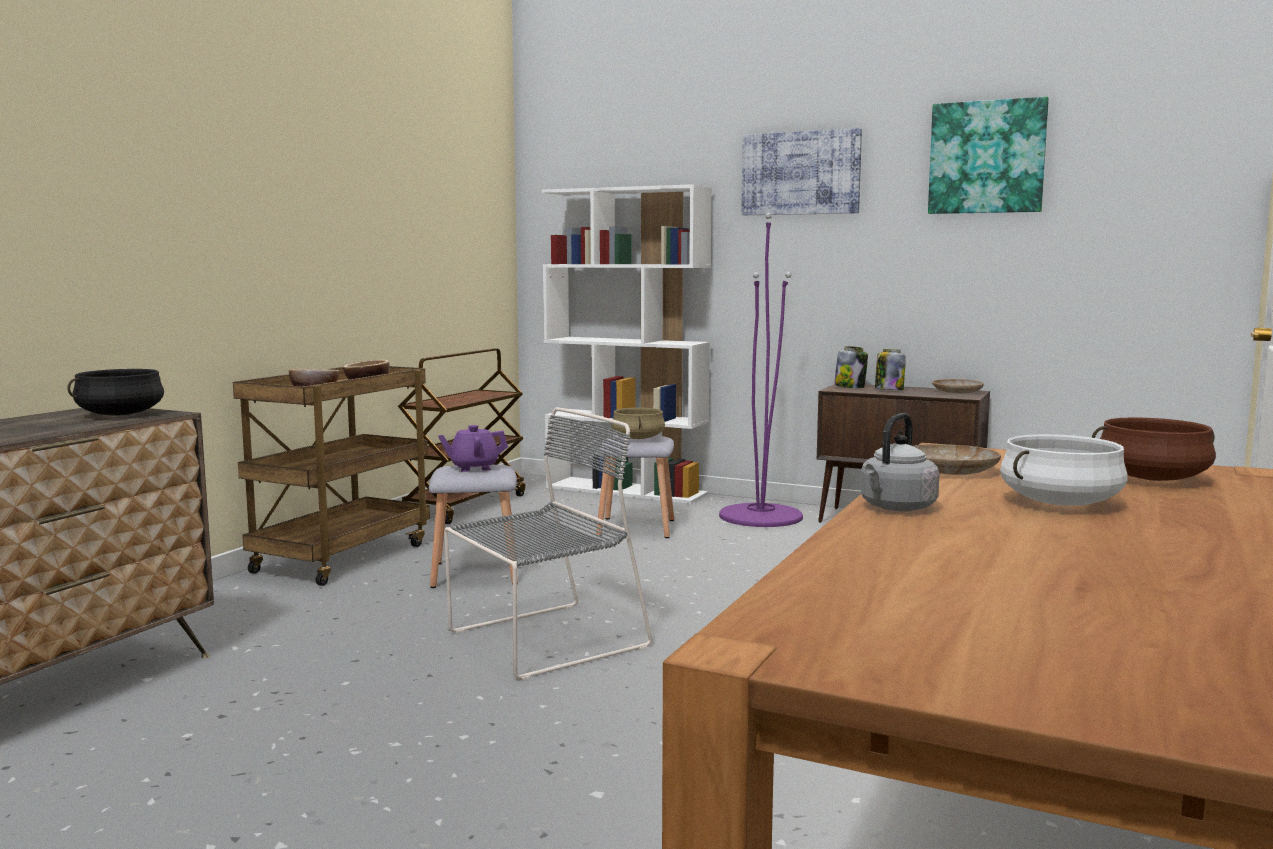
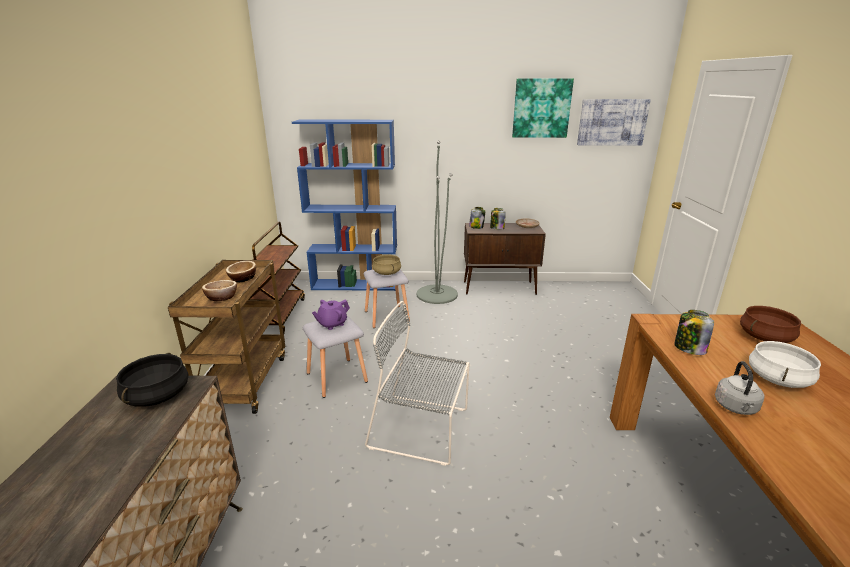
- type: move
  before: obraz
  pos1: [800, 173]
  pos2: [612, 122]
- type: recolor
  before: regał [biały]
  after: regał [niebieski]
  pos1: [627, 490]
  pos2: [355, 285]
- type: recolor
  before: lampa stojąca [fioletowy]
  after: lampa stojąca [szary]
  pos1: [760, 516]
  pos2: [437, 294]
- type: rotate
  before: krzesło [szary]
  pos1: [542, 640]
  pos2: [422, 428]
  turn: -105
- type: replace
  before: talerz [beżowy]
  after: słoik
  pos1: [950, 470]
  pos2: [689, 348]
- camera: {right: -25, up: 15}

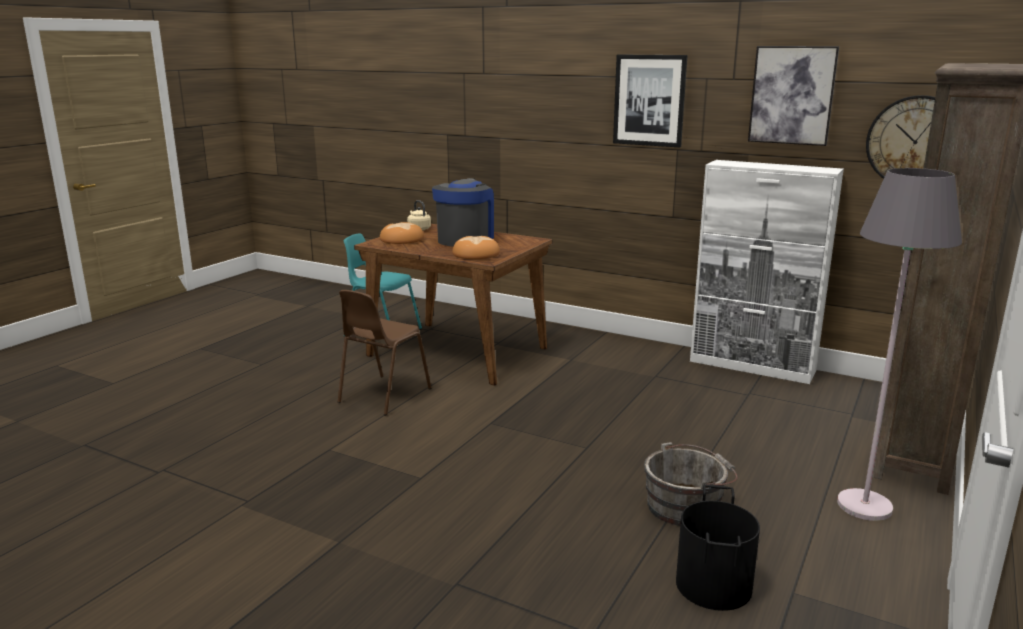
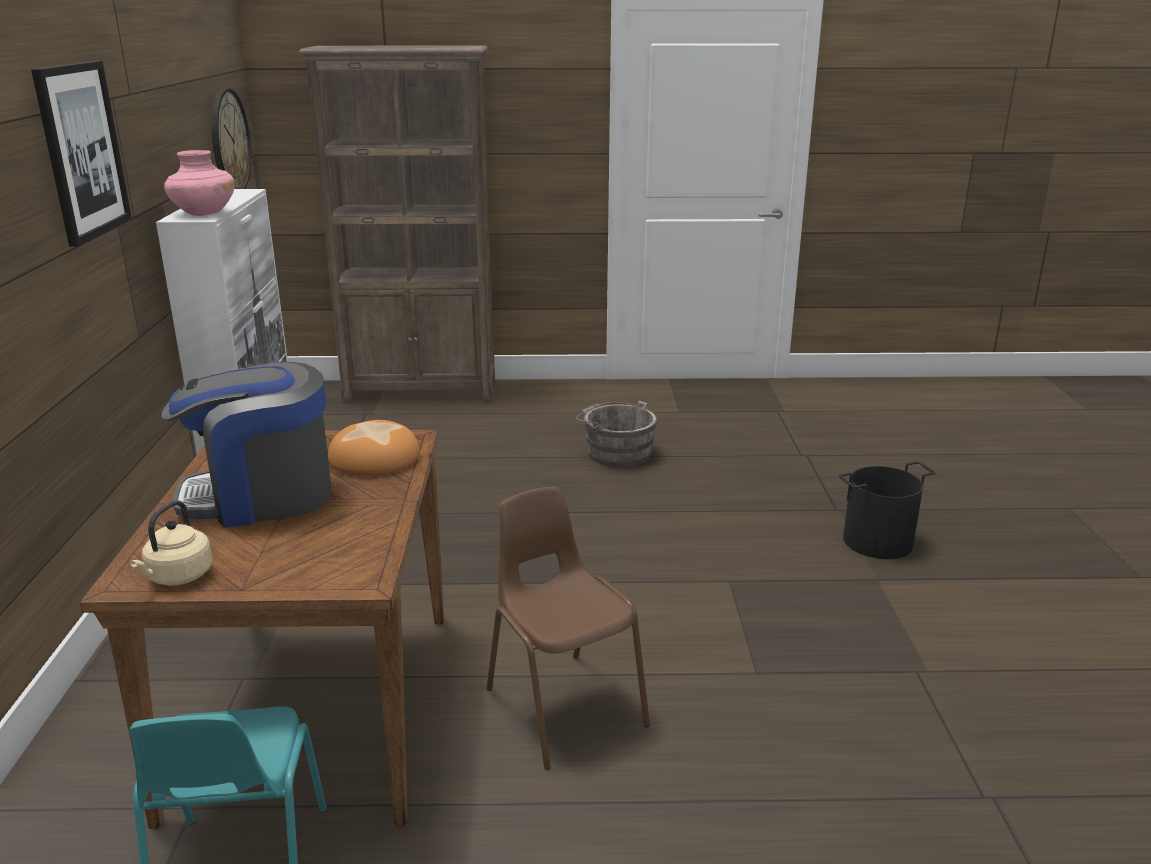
- type: delete
  before: obraz
  pos1: [792, 95]
- type: delete
  before: lampa stojąca [szary]
  pos1: [864, 505]
- type: delete
  before: chleb
  pos1: [401, 239]
- type: rotate
  before: krzesło [brązowy]
  pos1: [383, 395]
  pos2: [564, 706]
  turn: -120
- type: move
  before: wiadro [czarny]
  pos1: [714, 585]
  pos2: [877, 540]
- type: insert
  after: wazon [różowy]
  pos2: [203, 213]
- camera: {right: -120, up: 5}

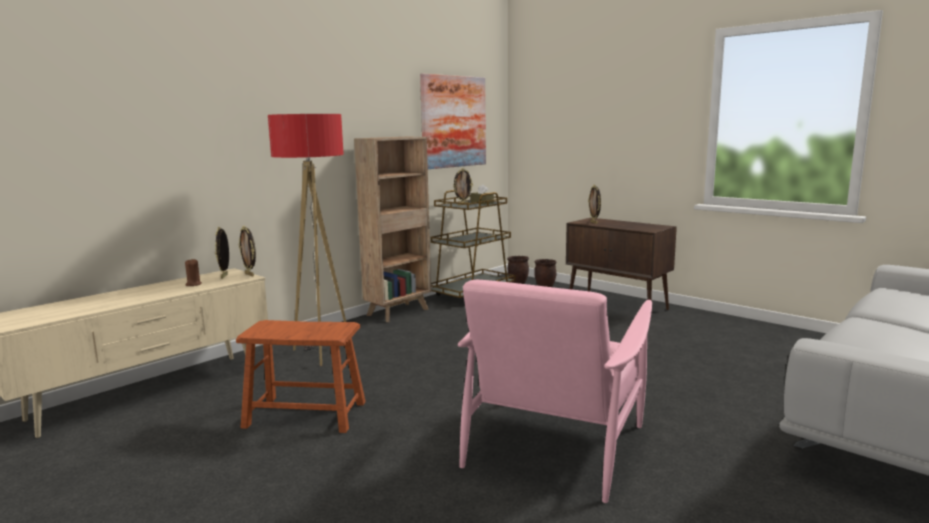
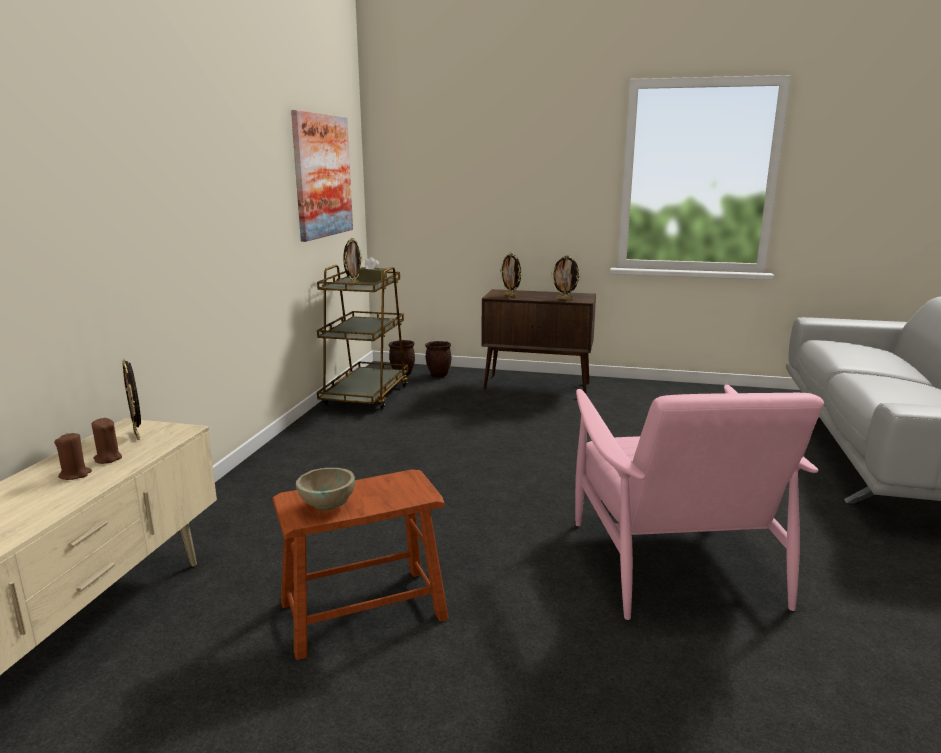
- type: delete
  before: lampa stojąca
  pos1: [322, 353]
- type: delete
  before: regał [brązowy]
  pos1: [399, 312]
- type: move
  before: ramka na zdjęcie
  pos1: [250, 274]
  pos2: [565, 299]
- type: insert
  after: świeca [brązowy]
  pos2: [75, 475]
- type: insert
  after: miska [beżowy]
  pos2: [326, 506]
- camera: {right: -30, up: 5}

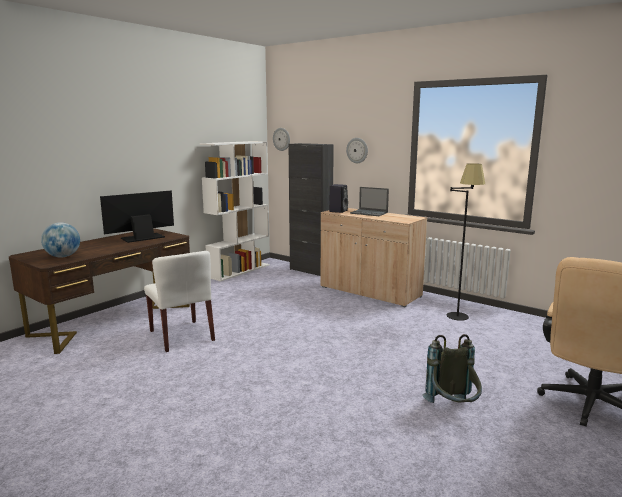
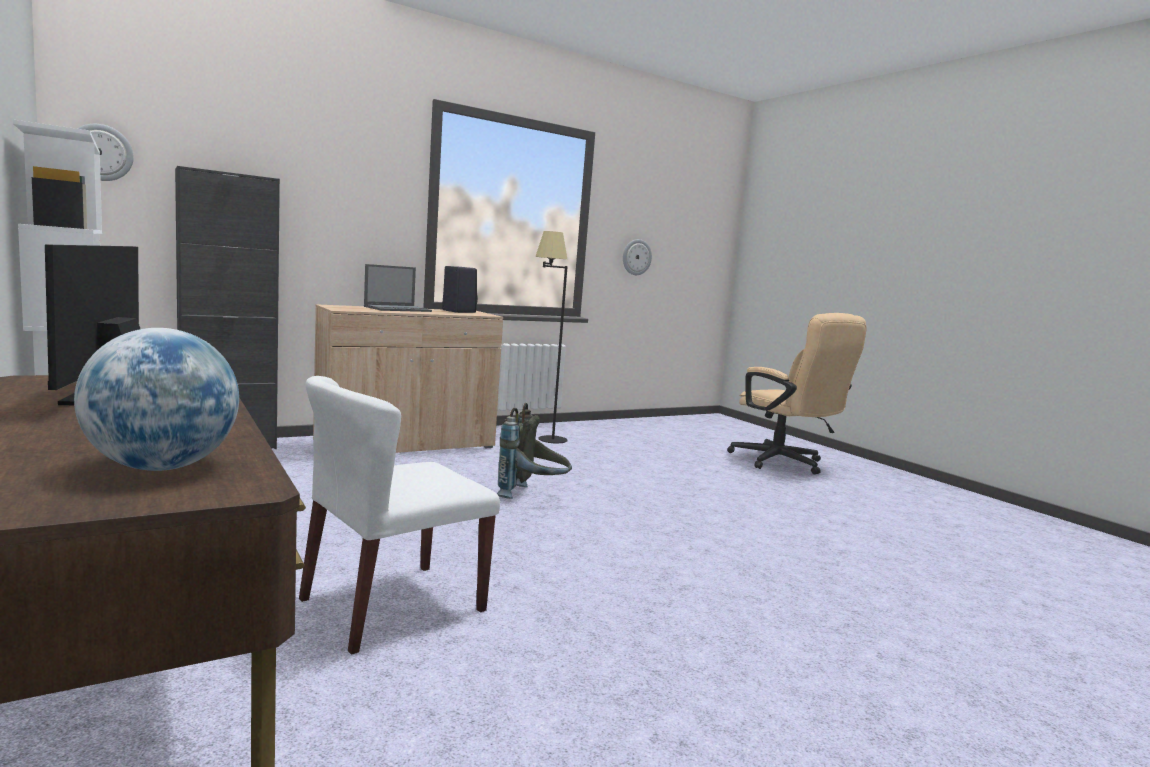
- type: move
  before: zegar ścienny
  pos1: [357, 150]
  pos2: [636, 257]
- type: move
  before: głośnik [czarny]
  pos1: [338, 211]
  pos2: [458, 311]
- type: rotate
  before: krzesło [biały]
  pos1: [182, 335]
  pos2: [392, 605]
  turn: 150
- type: move
  before: plecak [szary]
  pos1: [453, 410]
  pos2: [533, 496]
- camera: {right: -70, up: -5}

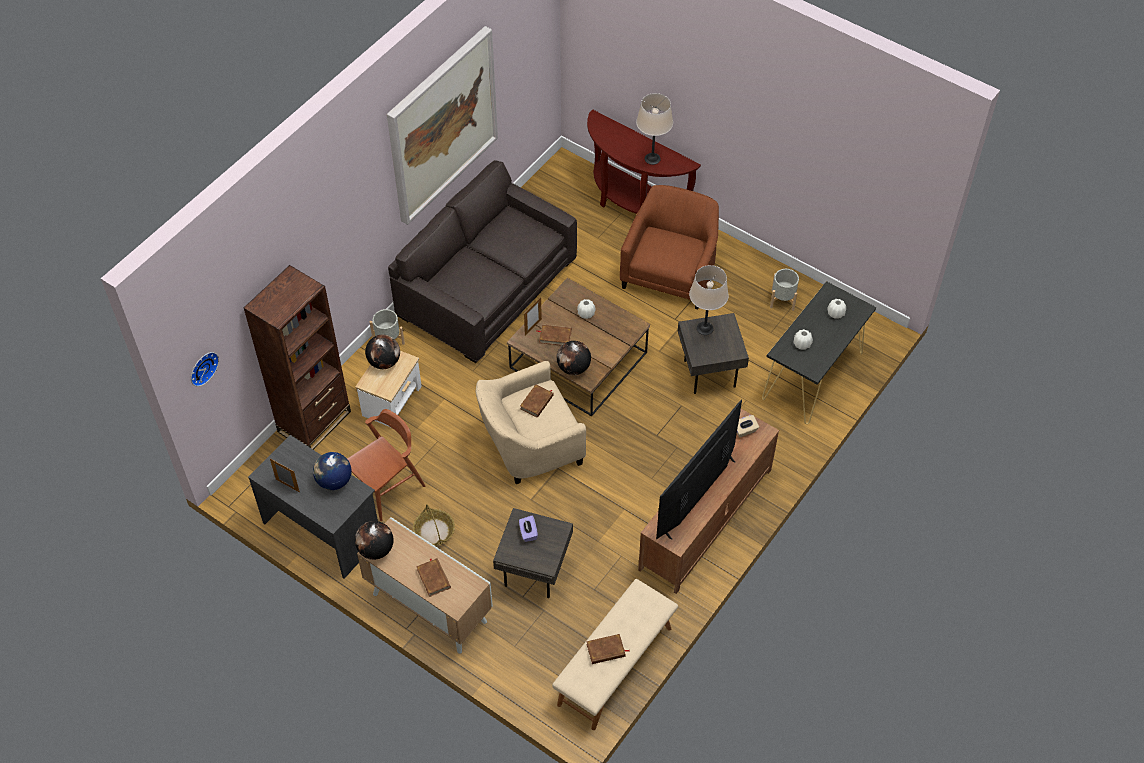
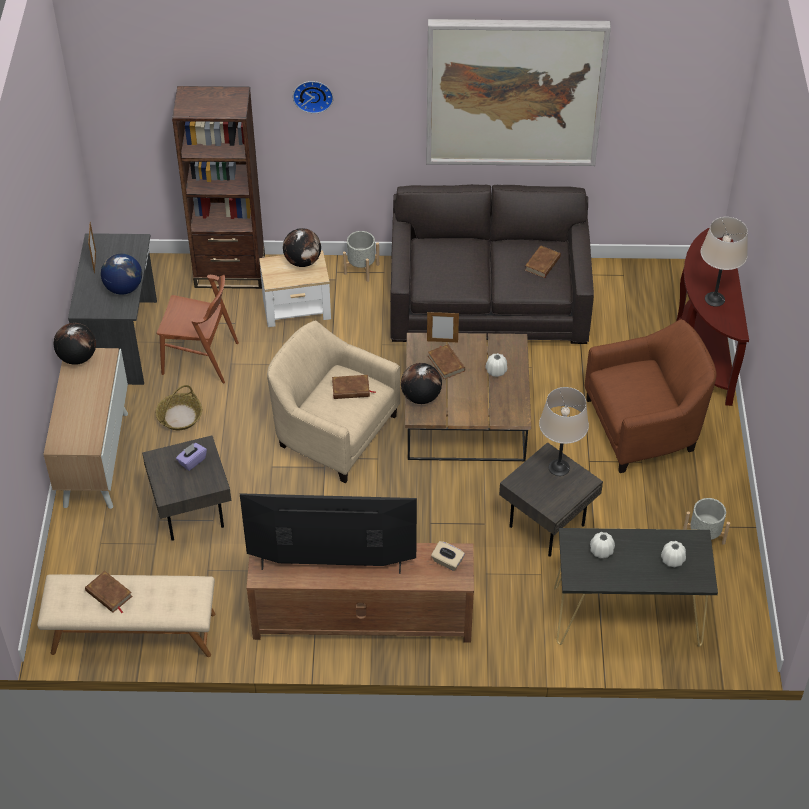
- type: move
  before: zegar ścienny
  pos1: [202, 367]
  pos2: [313, 95]
- type: move
  before: książka [brązowy]
  pos1: [433, 578]
  pos2: [543, 264]
- camera: {right: 55, up: -5}

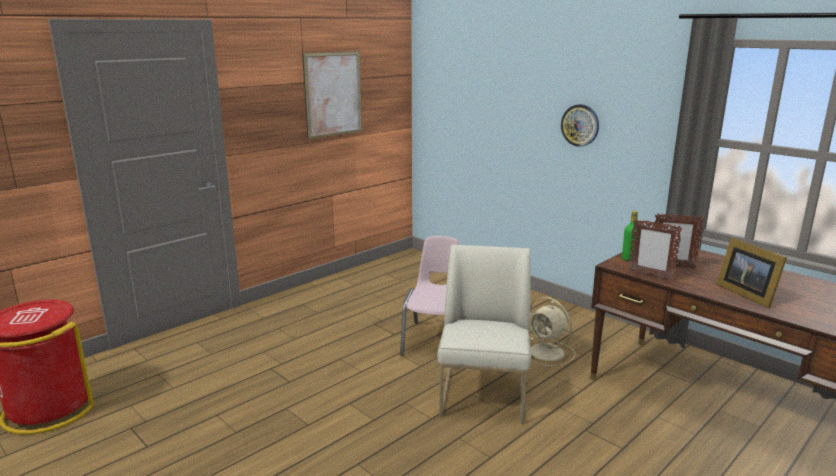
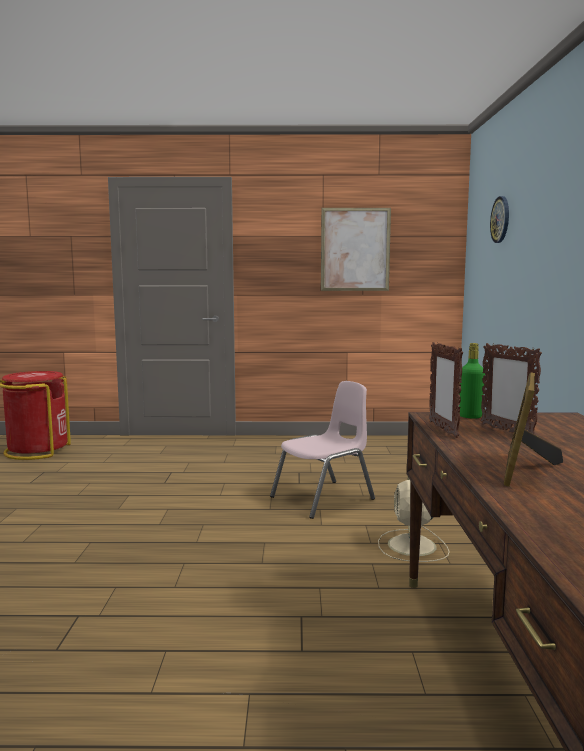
- type: move
  before: zegar ścienny
  pos1: [580, 125]
  pos2: [500, 219]
- type: delete
  before: krzesło [biały]
  pos1: [484, 395]
- camera: {right: 45, up: -10}

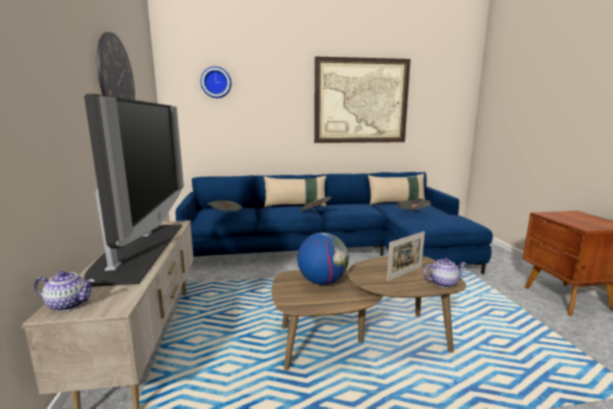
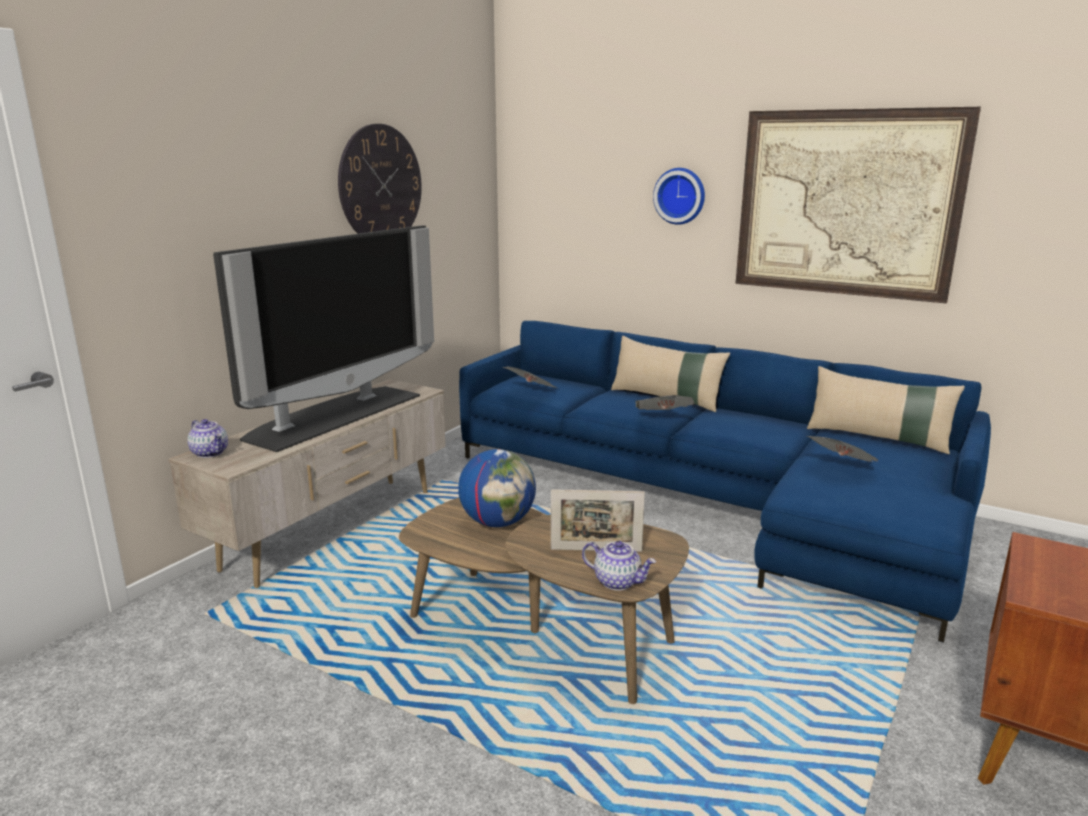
- type: move
  before: zegar ścienny
  pos1: [216, 82]
  pos2: [680, 196]
- camera: {right: 40, up: 5}

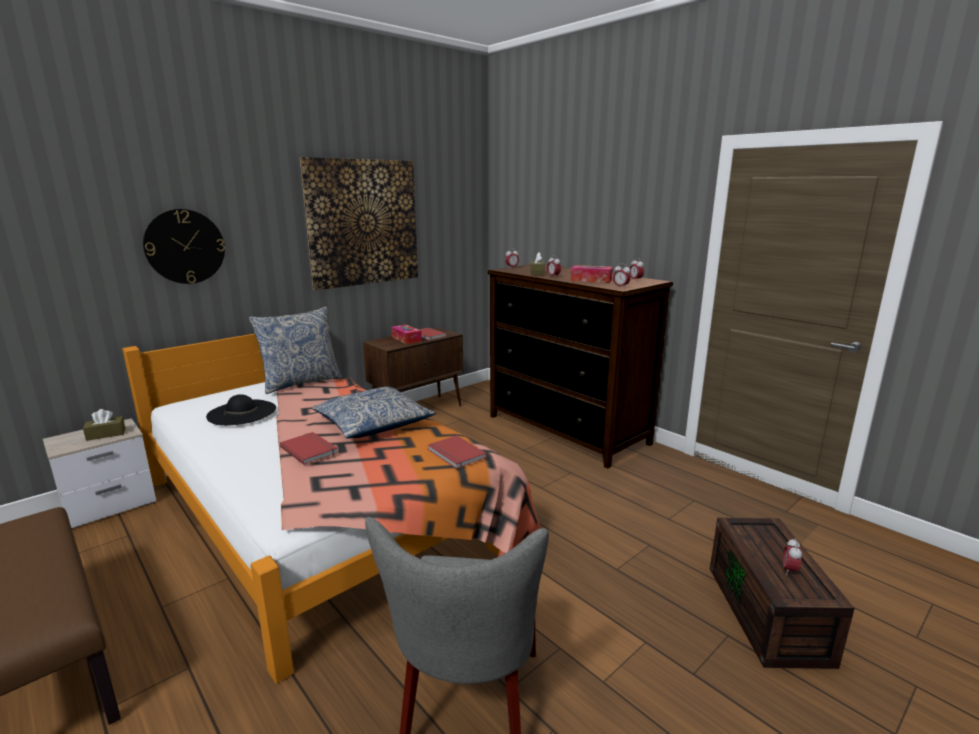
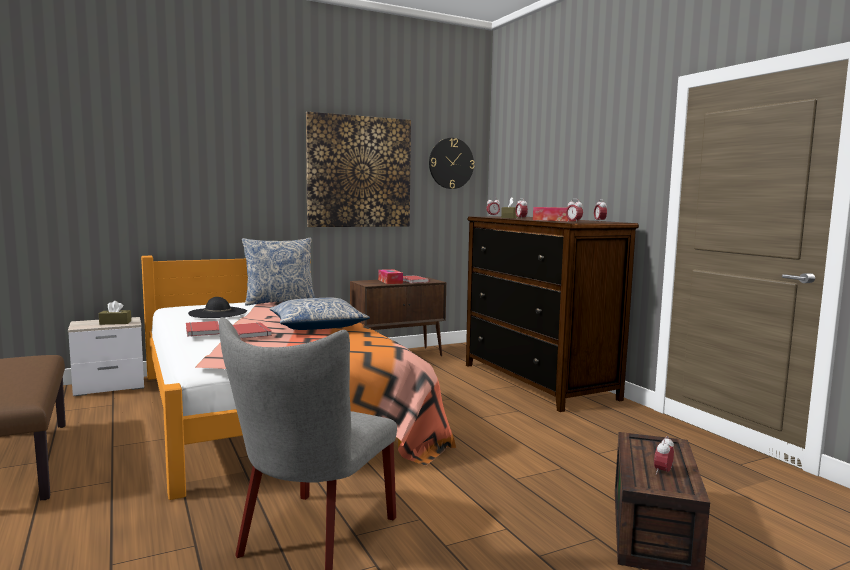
- type: move
  before: zegar ścienny
  pos1: [185, 246]
  pos2: [451, 163]
- type: move
  before: książka [czerwony]
  pos1: [455, 454]
  pos2: [201, 331]
- camera: {right: 15, up: -10}

